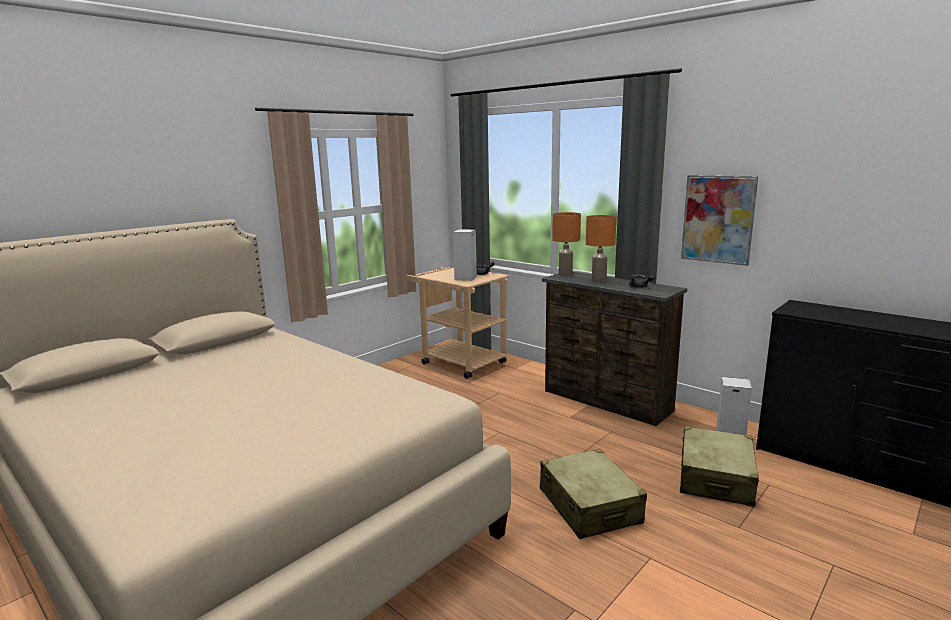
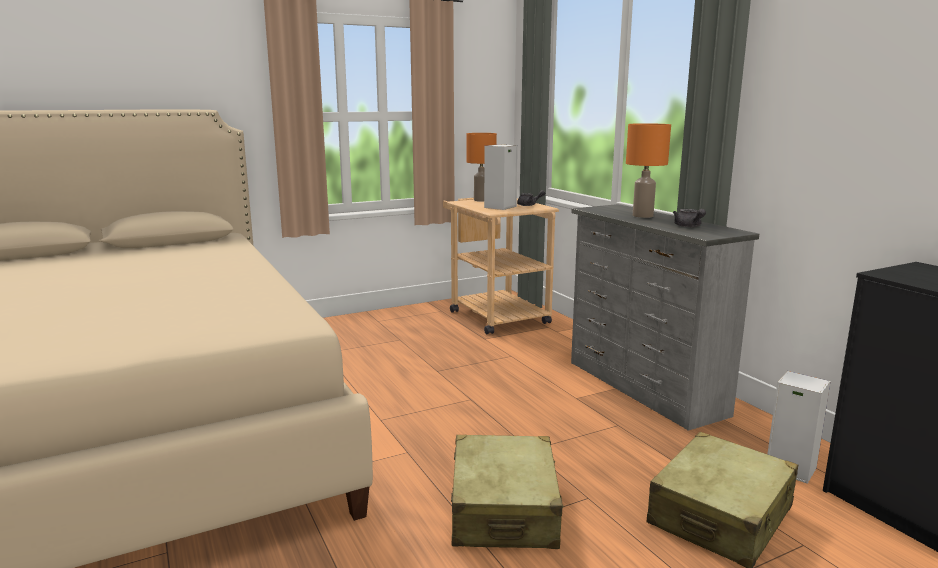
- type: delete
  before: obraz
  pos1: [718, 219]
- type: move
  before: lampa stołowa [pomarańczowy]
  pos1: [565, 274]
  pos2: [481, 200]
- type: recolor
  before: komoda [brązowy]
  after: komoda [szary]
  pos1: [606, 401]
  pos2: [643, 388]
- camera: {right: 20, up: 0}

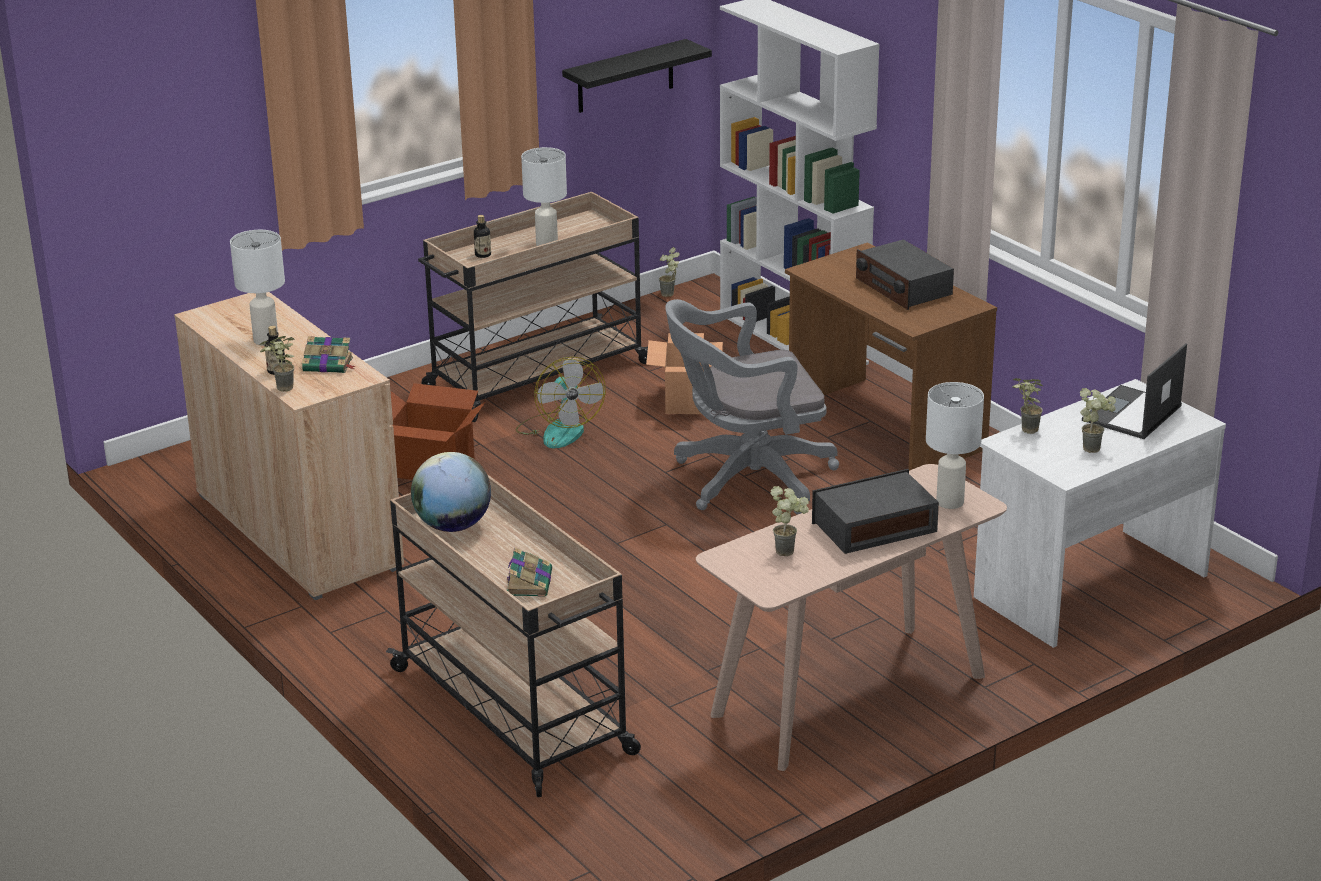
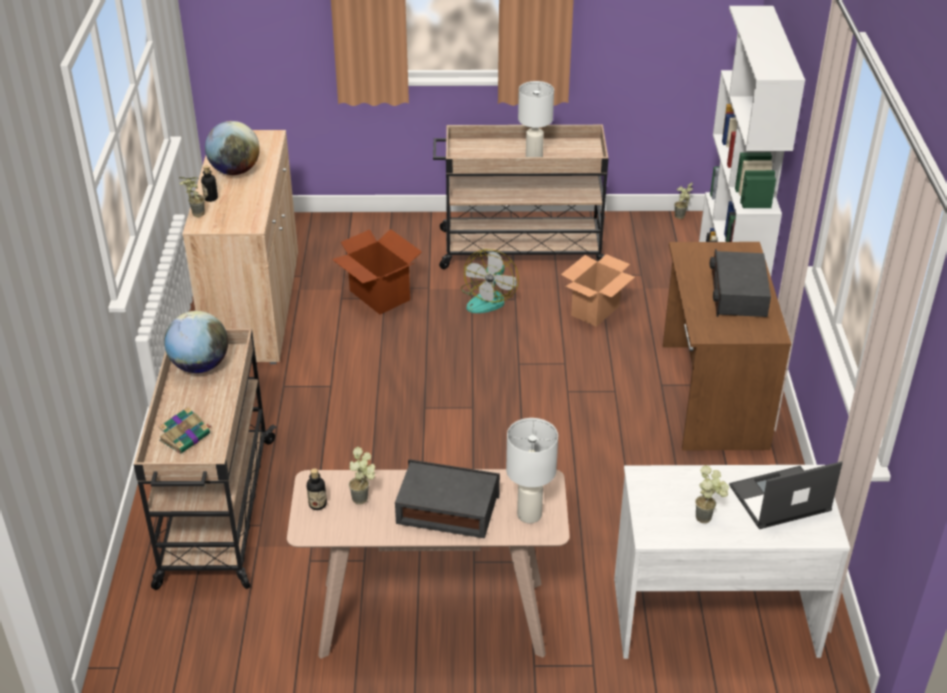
- type: delete
  before: półka [czarny]
  pos1: [625, 77]
- type: move
  before: butelka
  pos1: [483, 255]
  pos2: [317, 504]
- type: replace
  before: lampa stołowa [biały]
  after: globus
  pos1: [265, 340]
  pos2: [235, 171]
- type: delete
  before: krzesło biurowe [szary]
  pos1: [746, 480]
- type: delete
  before: książka
  pos1: [329, 365]
- type: delete
  before: roślina doniczkowa
  pos1: [1024, 430]
- camera: {right: 35, up: 10}

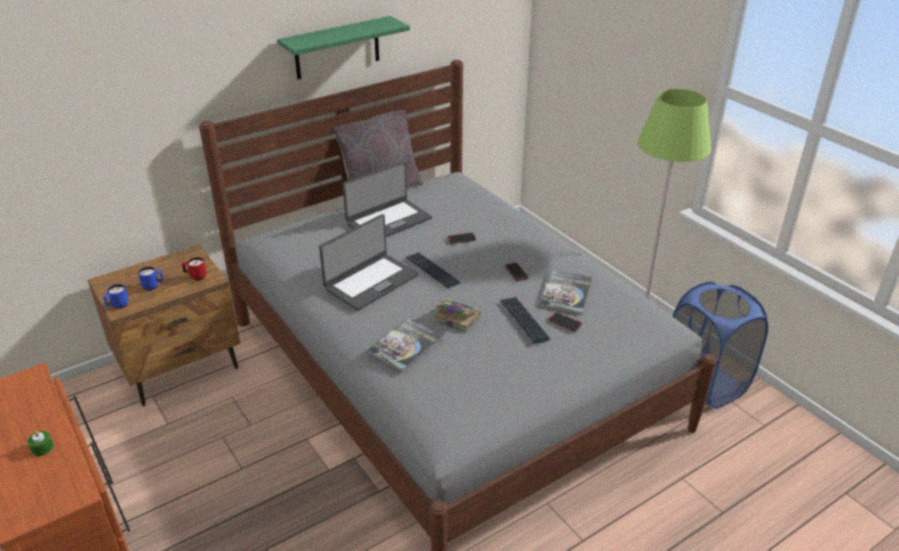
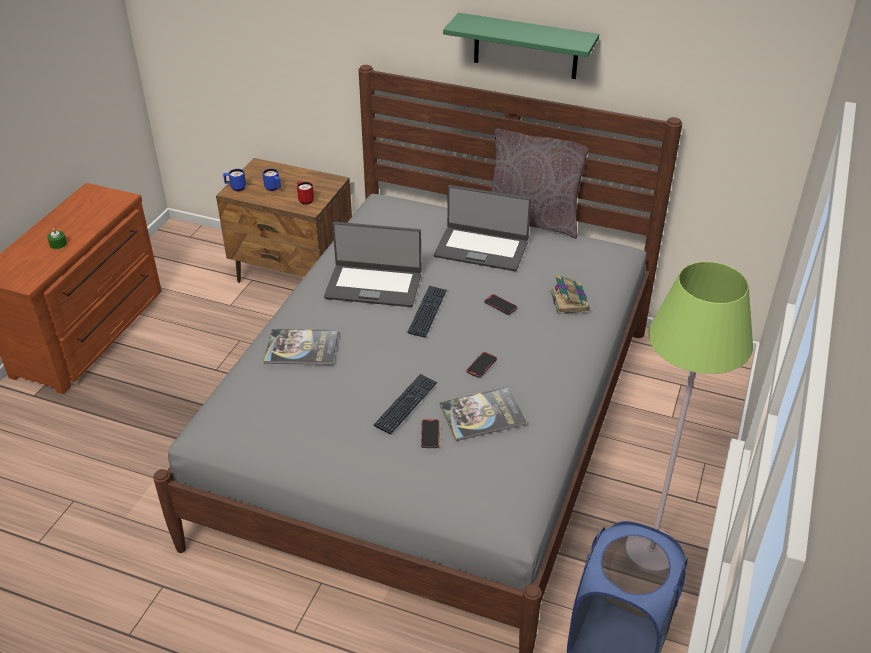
- type: move
  before: książka
  pos1: [456, 318]
  pos2: [569, 300]
- camera: {right: 55, up: 5}

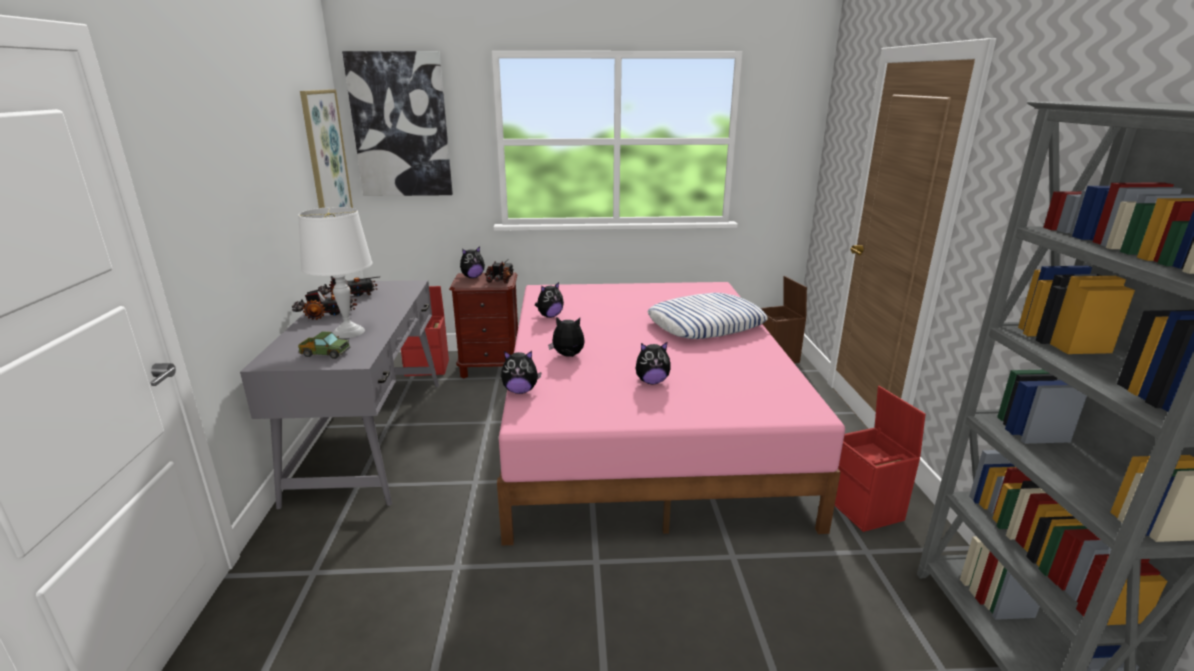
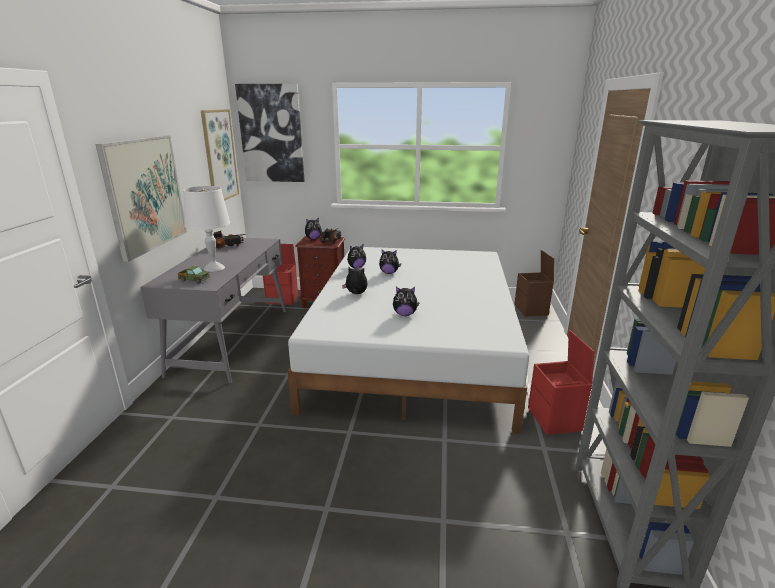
- type: recolor
  before: łóżko [różowy]
  after: łóżko [biały]
  pos1: [642, 425]
  pos2: [414, 348]
- type: delete
  before: ciężarówka zabawkowa
  pos1: [327, 315]
- type: delete
  before: poduszka
  pos1: [706, 324]
- type: move
  before: pluszak
  pos1: [520, 391]
  pos2: [389, 273]
- type: insert
  after: obraz
  pos2: [145, 194]
- camera: {right: 10, up: 0}

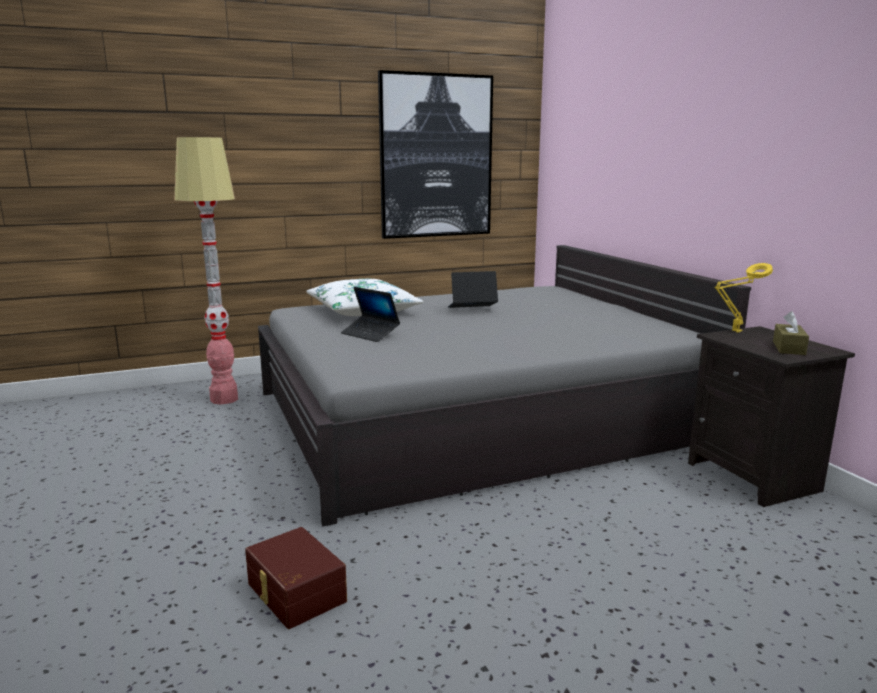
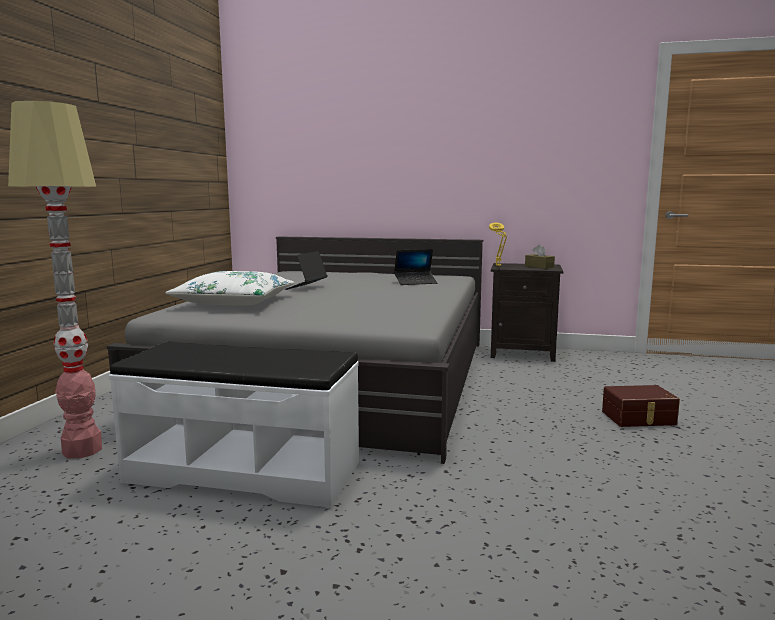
- type: delete
  before: obraz
  pos1: [436, 157]
- type: move
  before: laptop
  pos1: [370, 334]
  pos2: [415, 282]
- type: move
  before: pojemnik do przechowywania [brązowy]
  pos1: [294, 593]
  pos2: [639, 418]
- type: insert
  after: ławka [biały]
  pos2: [244, 471]
- camera: {right: -55, up: -5}

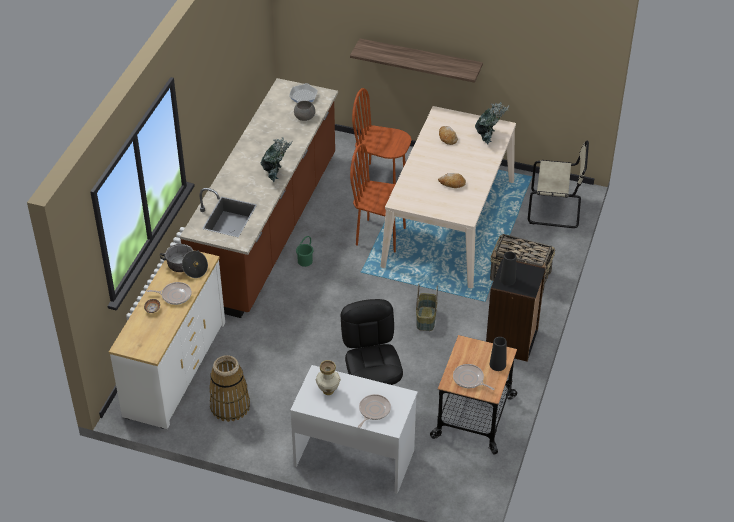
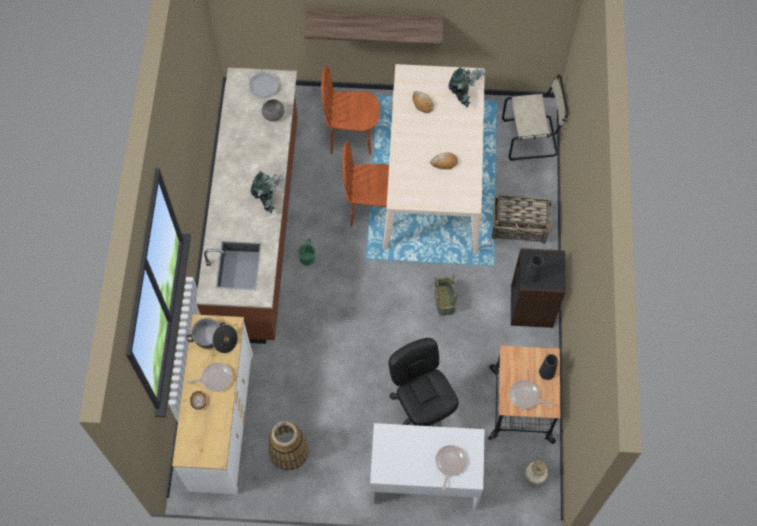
- type: move
  before: wazon
  pos1: [328, 391]
  pos2: [534, 477]
- camera: {right: -15, up: 20}

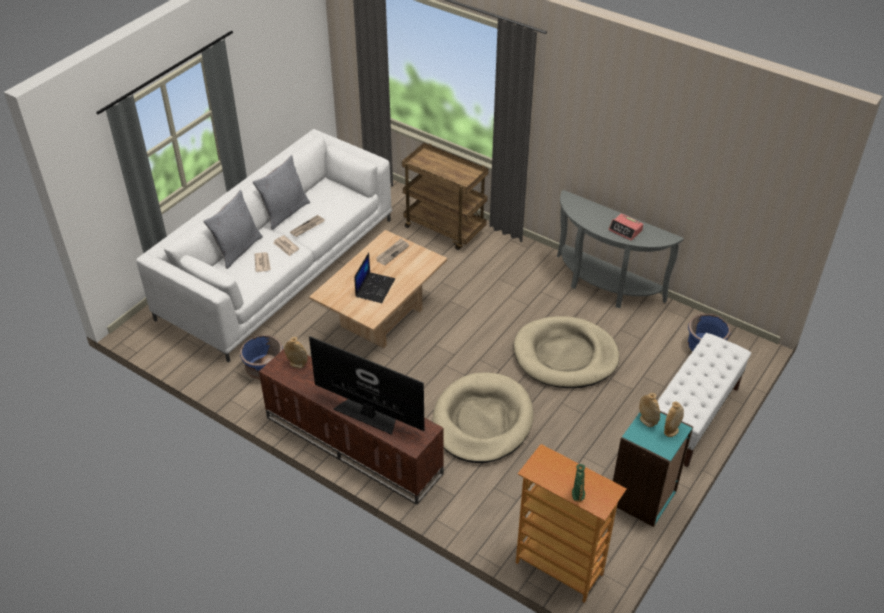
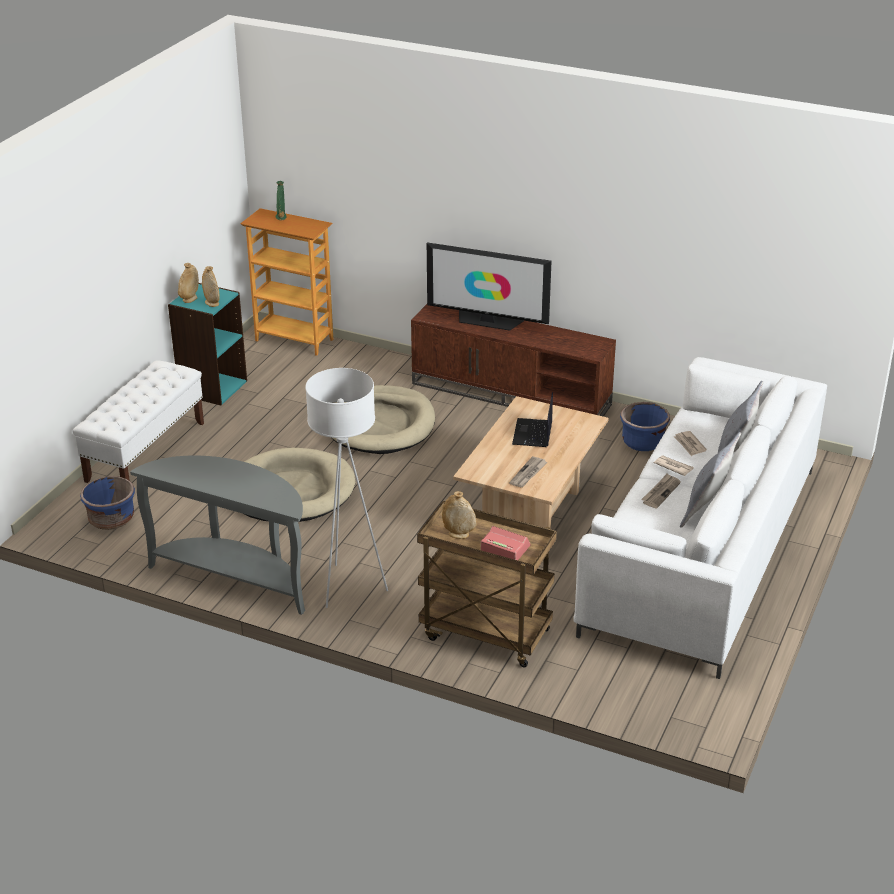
- type: move
  before: budzik
  pos1: [625, 230]
  pos2: [505, 548]
- type: move
  before: wazon [beżowy]
  pos1: [297, 364]
  pos2: [459, 535]
- type: insert
  after: lampa stojąca [biały]
  pos2: [349, 586]
- camera: {right: 170, up: -10}

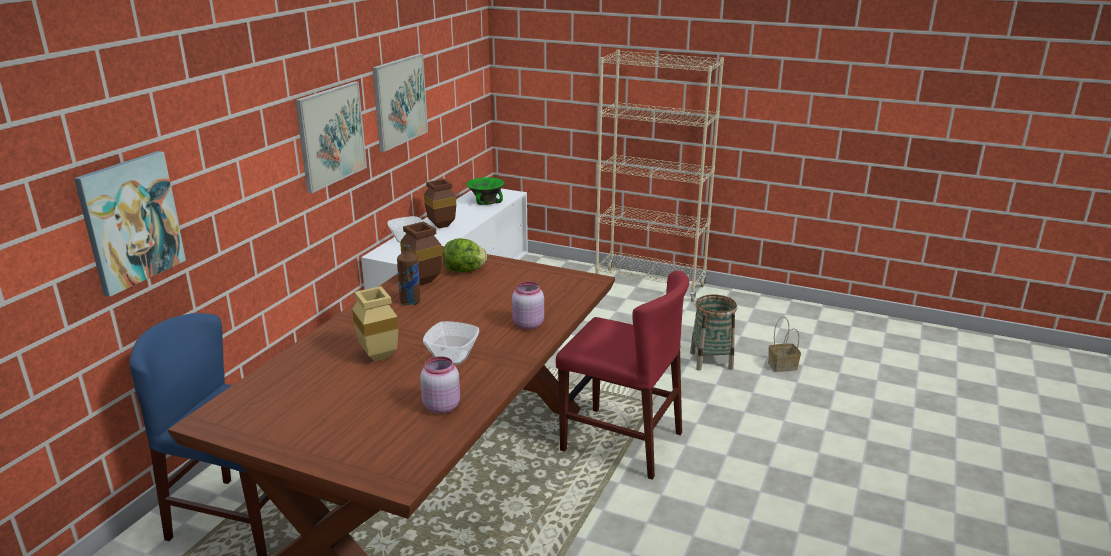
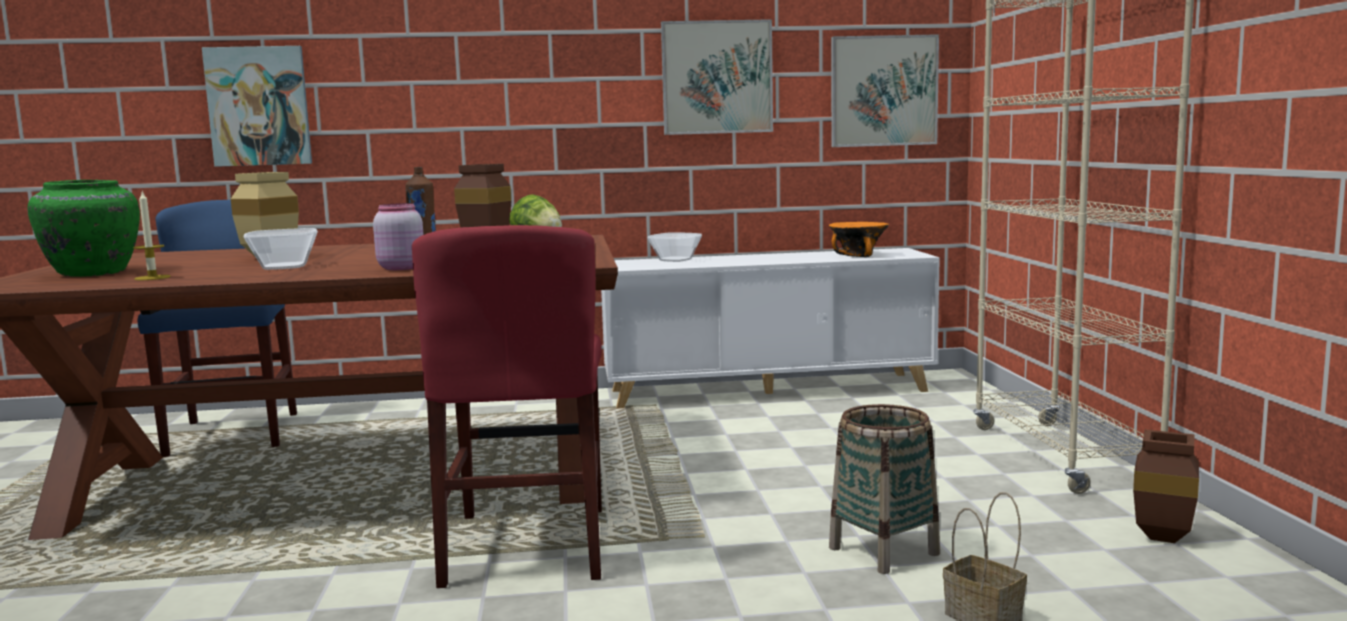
- type: move
  before: obraz
  pos1: [331, 135]
  pos2: [883, 91]
- type: recolor
  before: miska [zielony]
  after: miska [pomarańczowy]
  pos1: [486, 202]
  pos2: [858, 255]
- type: move
  before: wazon [brązowy]
  pos1: [440, 226]
  pos2: [1158, 538]
- type: replace
  before: słoik [różowy]
  after: świeca
  pos1: [441, 406]
  pos2: [152, 278]
- type: insert
  after: wazon [zielony]
  pos2: [92, 273]
- camera: {right: 60, up: -15}

